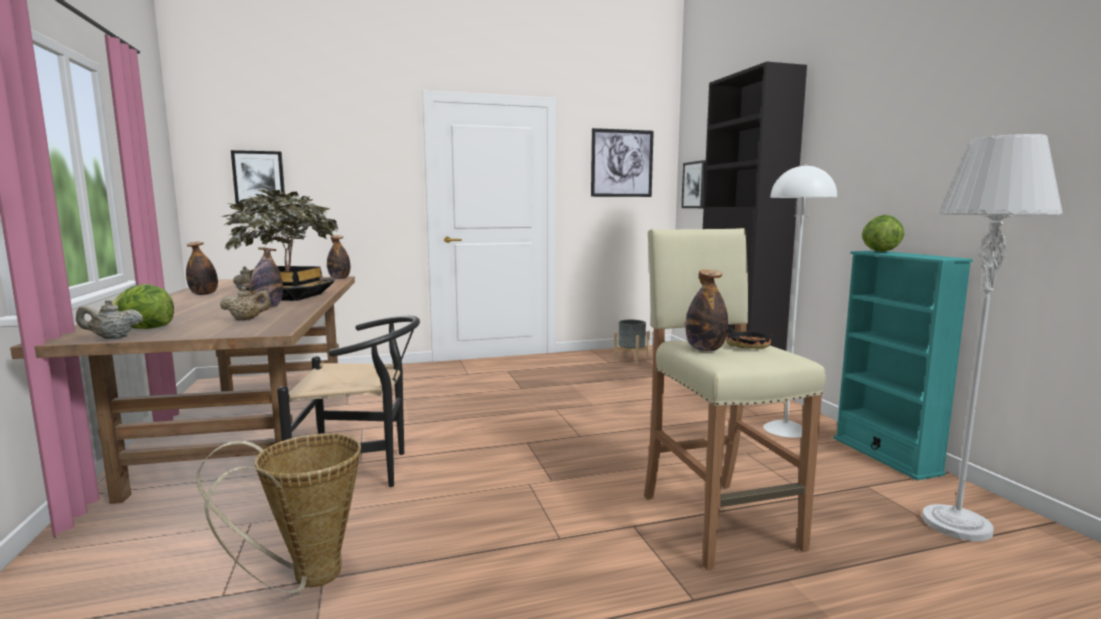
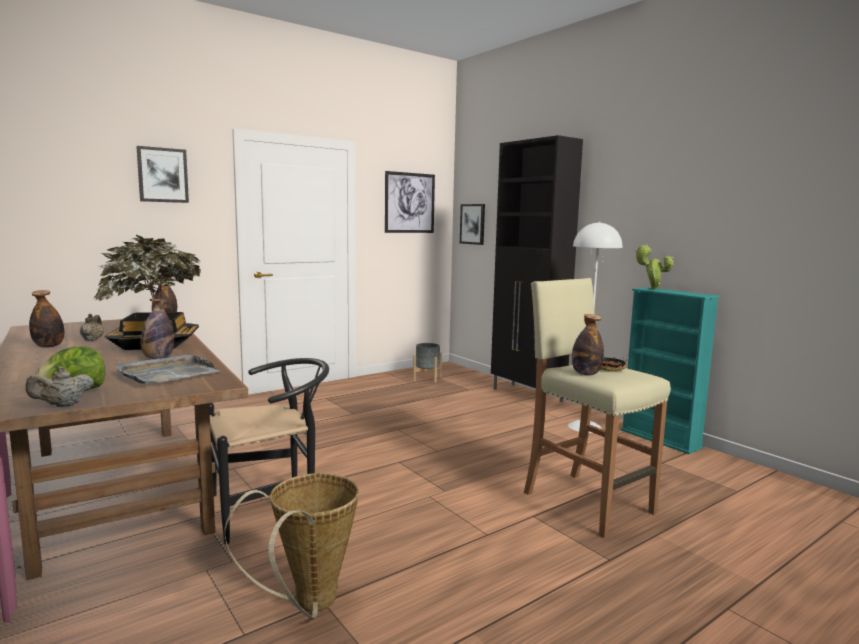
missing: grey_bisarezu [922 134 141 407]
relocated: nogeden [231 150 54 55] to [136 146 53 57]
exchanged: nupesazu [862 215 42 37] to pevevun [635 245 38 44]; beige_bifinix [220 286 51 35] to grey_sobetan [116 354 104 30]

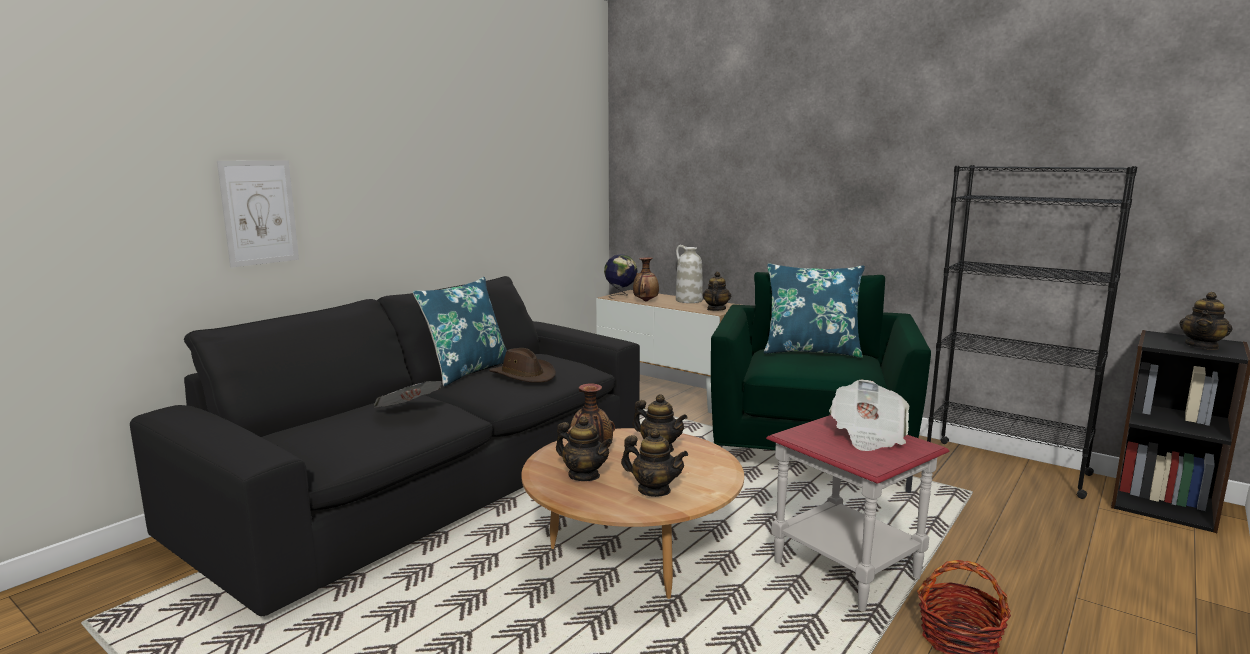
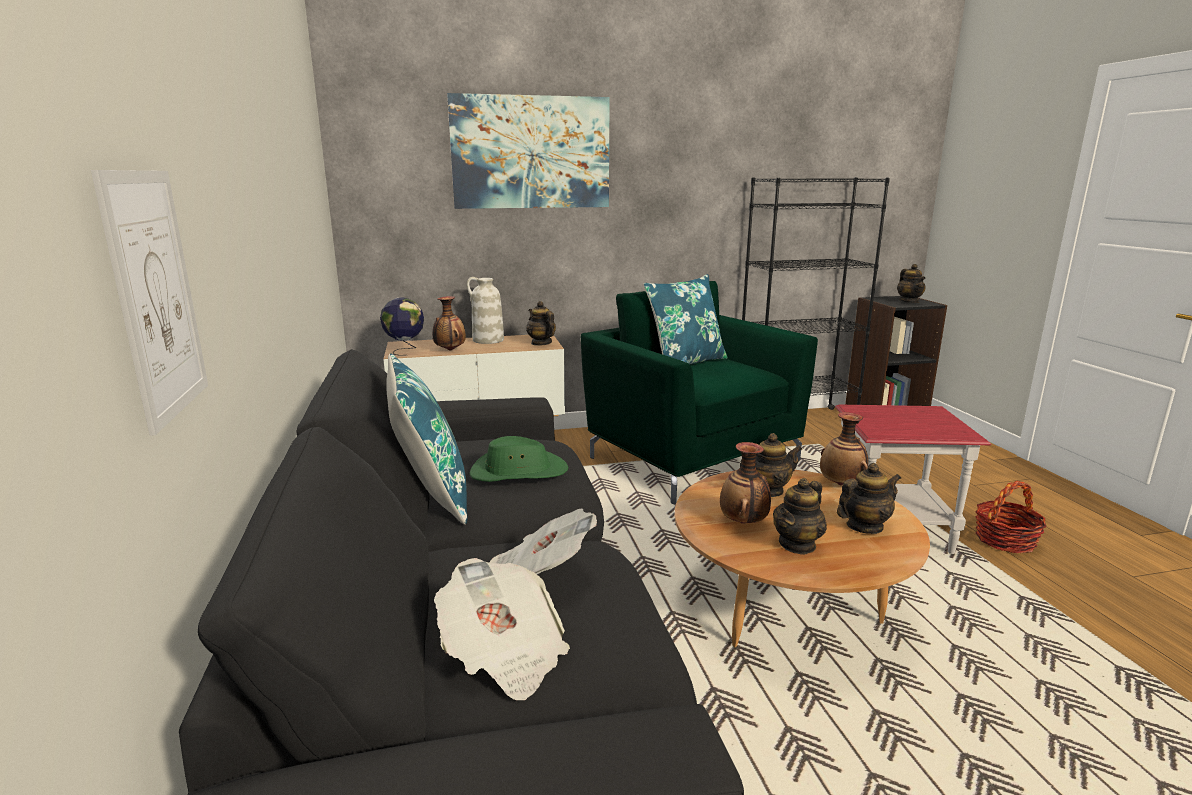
appeared: nogeden [447 93 163 116]; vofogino [820 412 48 73]
relocated: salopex [829 380 80 71] to [434 558 136 142]
colour: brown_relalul [489 348 67 35] to green_relalul [470 436 99 46]
spun: bifinix [556 416 56 65] = [773 478 54 77] 150 degrees clockwise

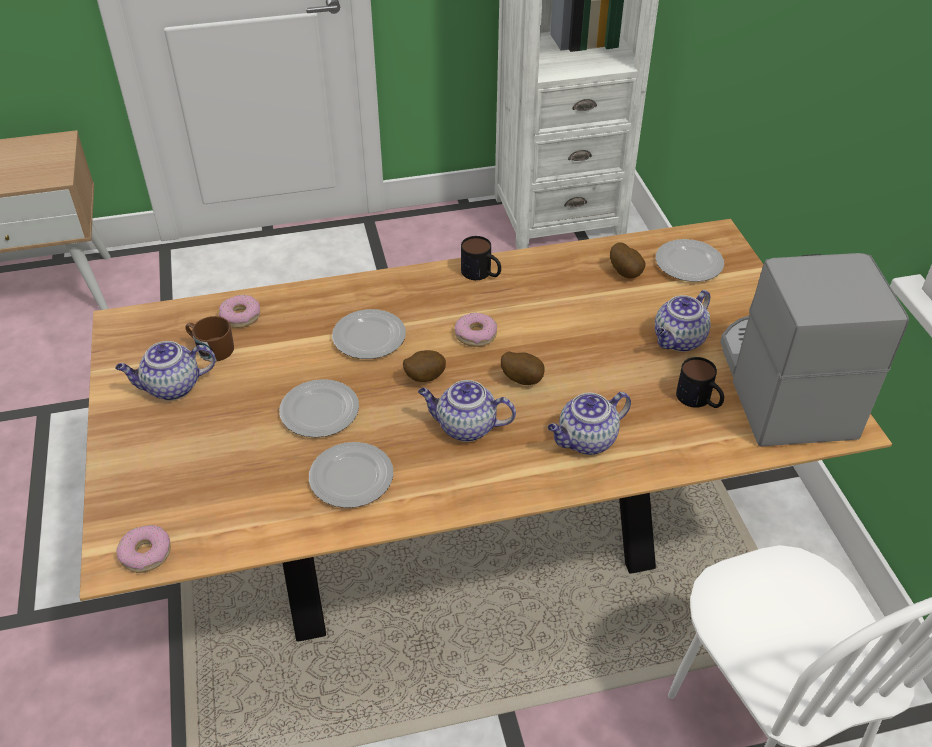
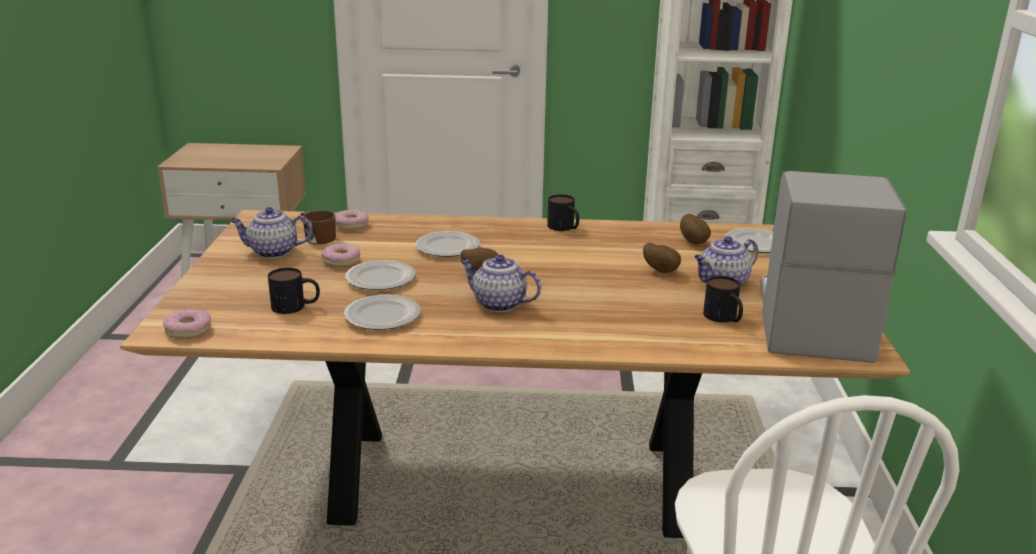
missing: bifinix [548 392 83 63]
appeared: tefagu [268 268 52 46]
relocated: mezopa [455 313 42 34] to [321 243 39 24]; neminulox [501 351 43 34] to [643 243 38 30]

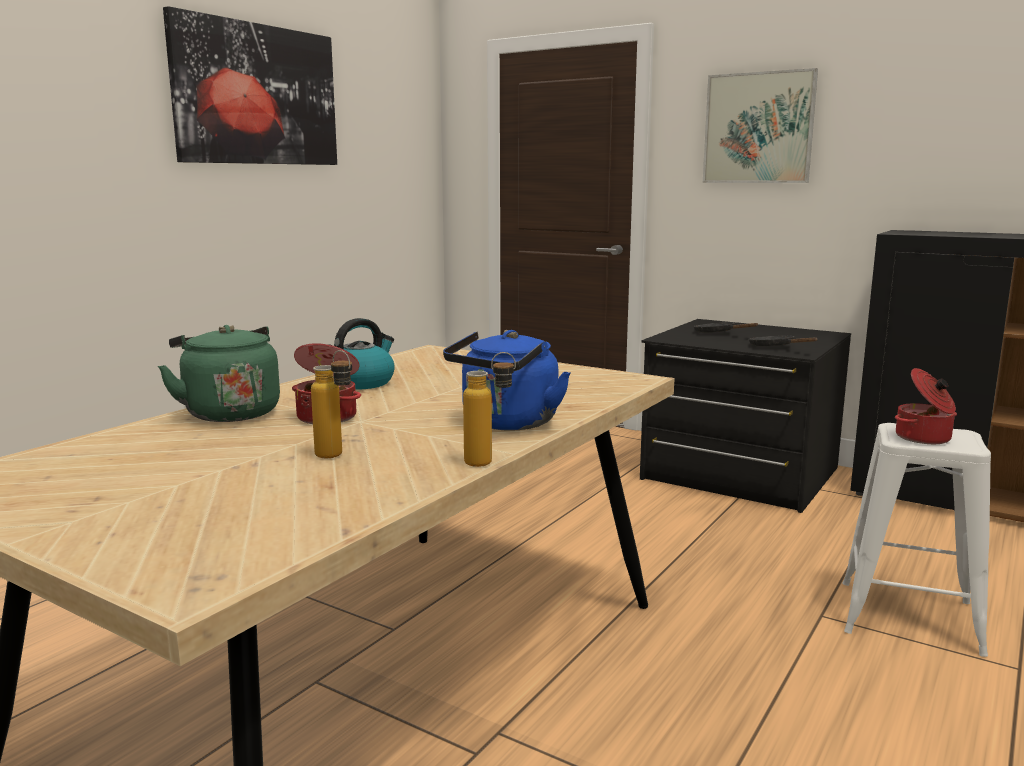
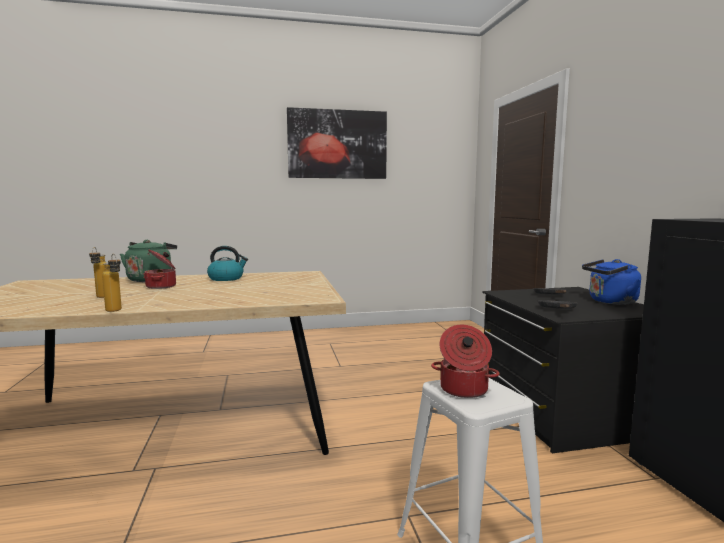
missing: nogeden [703 68 115 115]
relocated: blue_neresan [443 330 127 100] to [582 259 59 46]

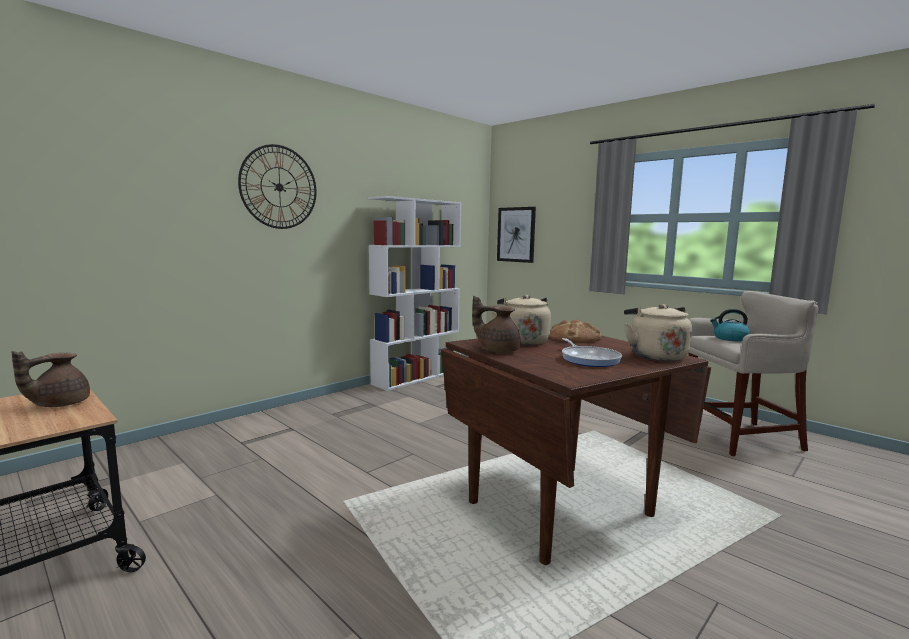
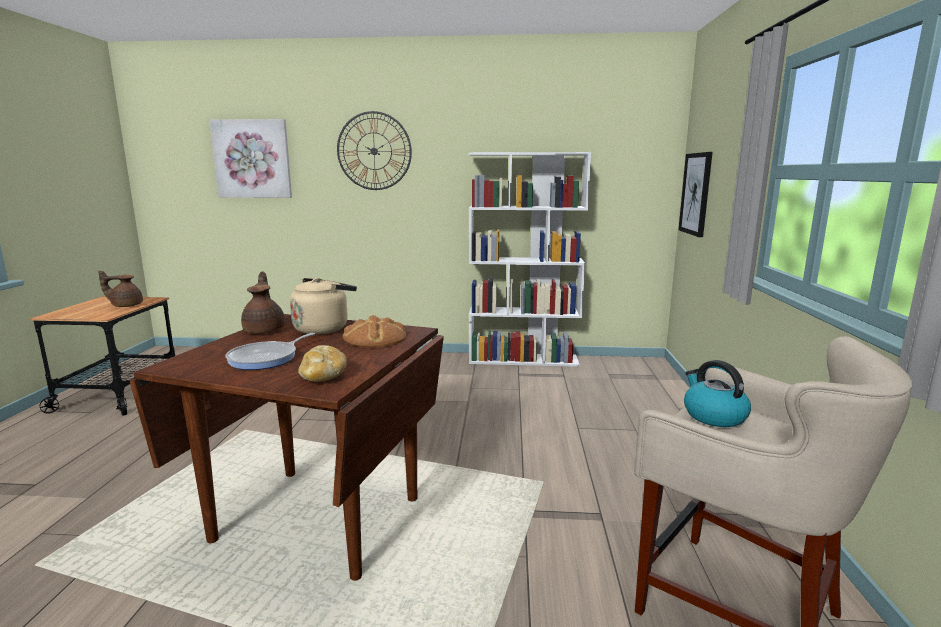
appeared: nogeden [209 119 83 79]
exchanged: beige_neresan [624 304 68 57] to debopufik [298 345 49 37]

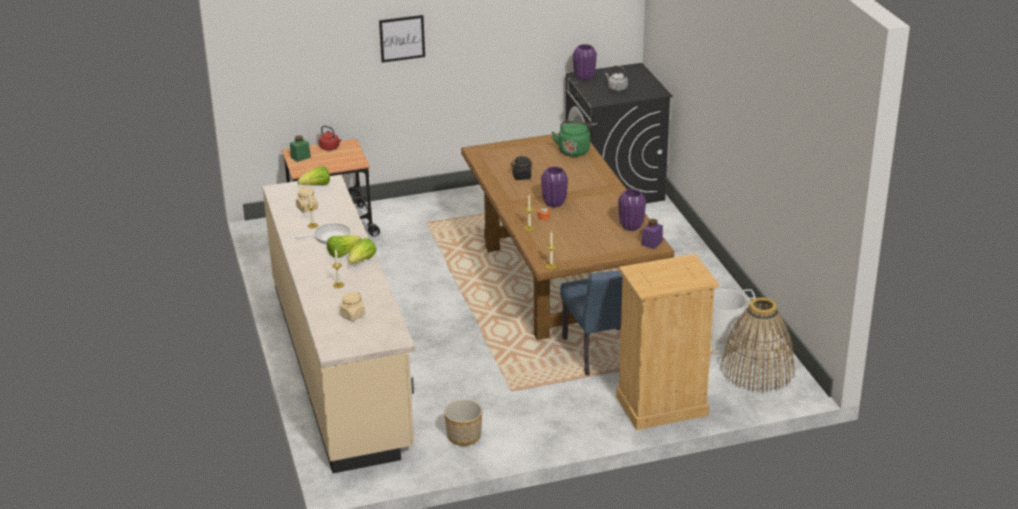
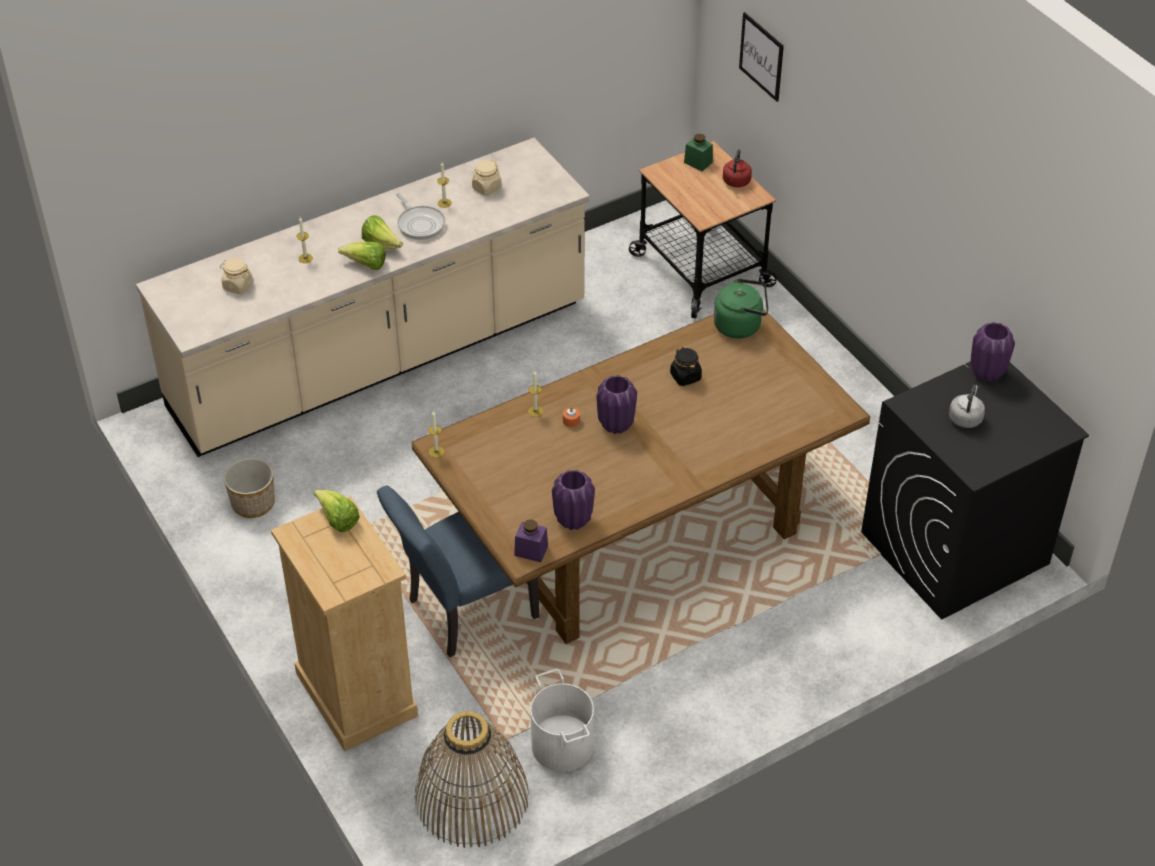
relocated: nogeden [379 15 46 48] to [739 12 45 90]; green_neresan [552 121 40 36] to [713 278 55 60]; nupesazu [297 166 33 19] to [314 490 46 42]

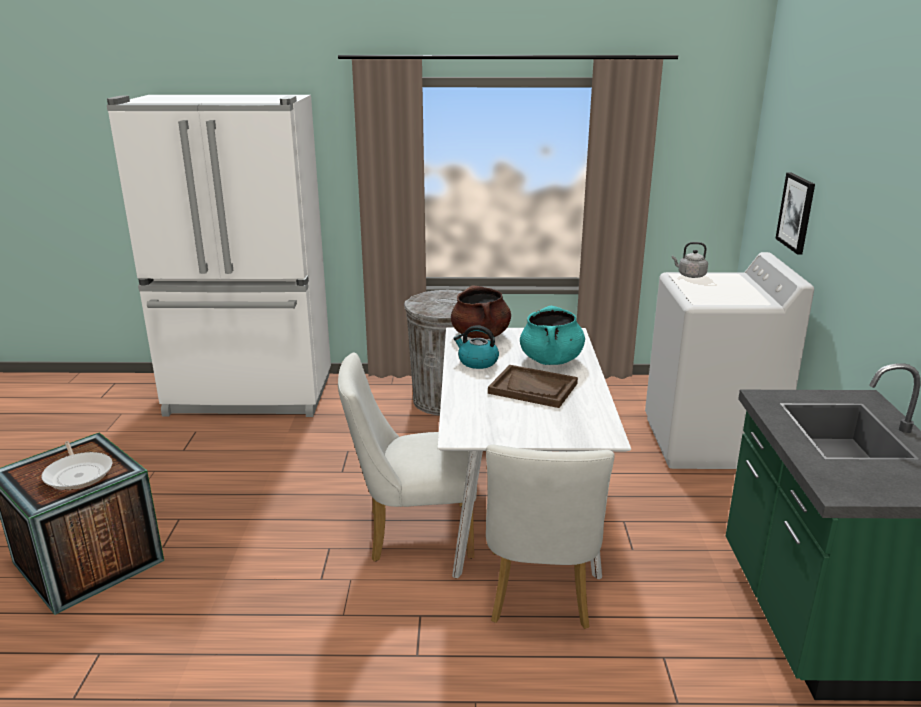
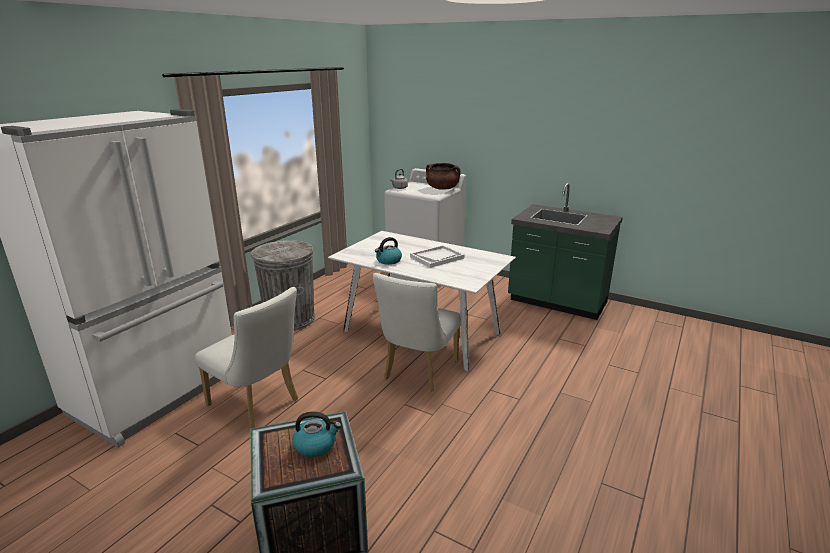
missing: nogeden [775 173 40 81]; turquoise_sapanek [520 306 65 59]
relocated: brown_sapanek [451 286 60 53] to [426 163 34 27]; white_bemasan [486 444 129 185] to [195 287 103 141]
exchanged: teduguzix [41 441 71 49] to neresan [292 411 49 46]
colour: brown_sobetan [488 365 90 43] to white_sobetan [410 245 55 23]

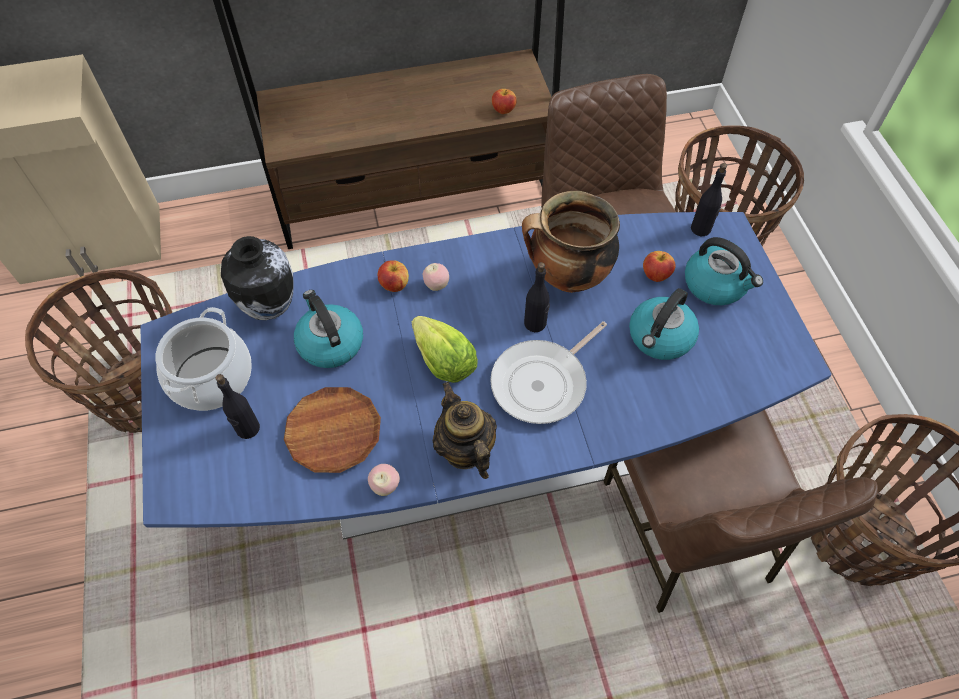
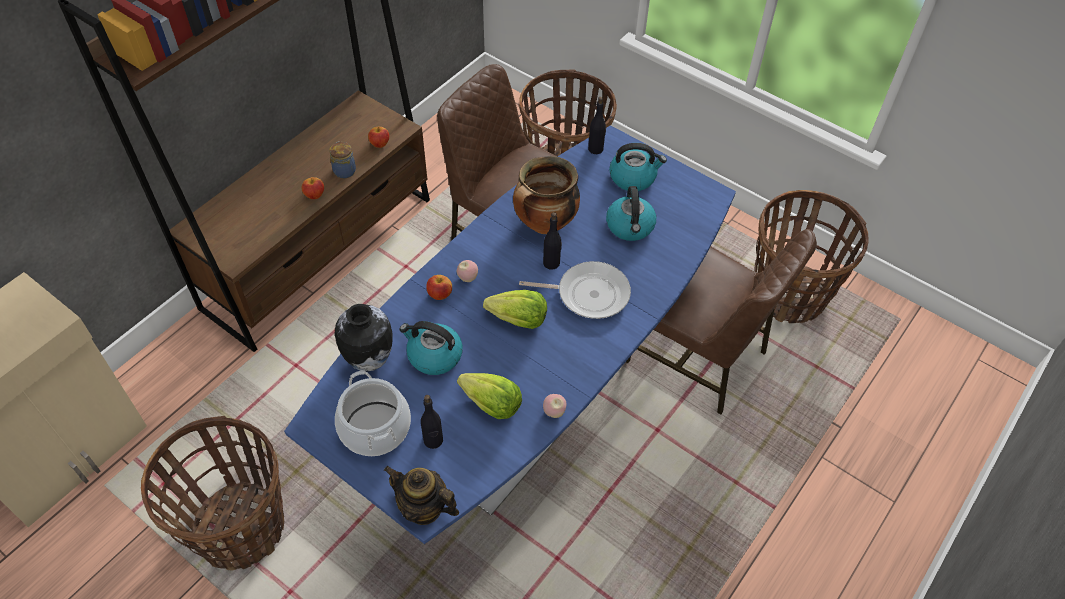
appeared: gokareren [329 141 27 38]
relocated: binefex [643 251 33 31] to [302 177 22 22]; bifinix [433 382 64 97] to [384 466 75 59]
exchanged: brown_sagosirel [284 387 97 86] to nupesazu [457 373 65 46]
spun: teduguzix [490 321 117 103] = [519 261 112 58] 90 degrees counterclockwise

